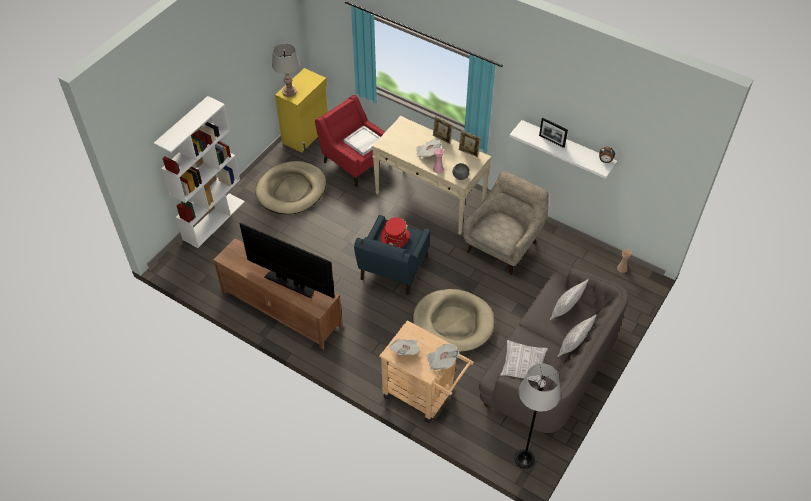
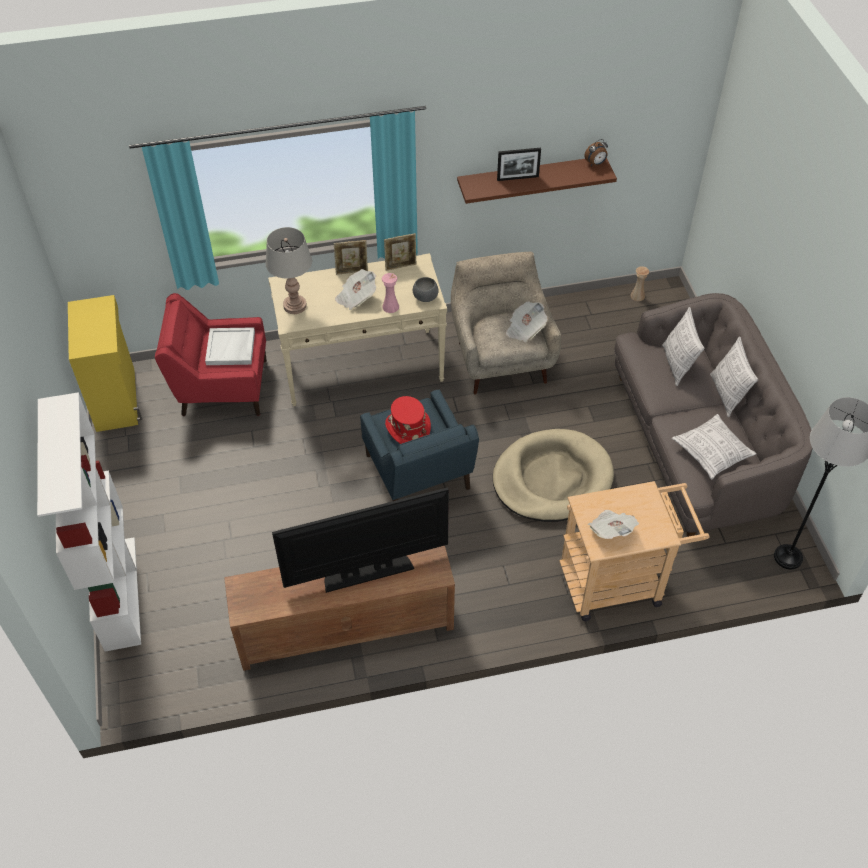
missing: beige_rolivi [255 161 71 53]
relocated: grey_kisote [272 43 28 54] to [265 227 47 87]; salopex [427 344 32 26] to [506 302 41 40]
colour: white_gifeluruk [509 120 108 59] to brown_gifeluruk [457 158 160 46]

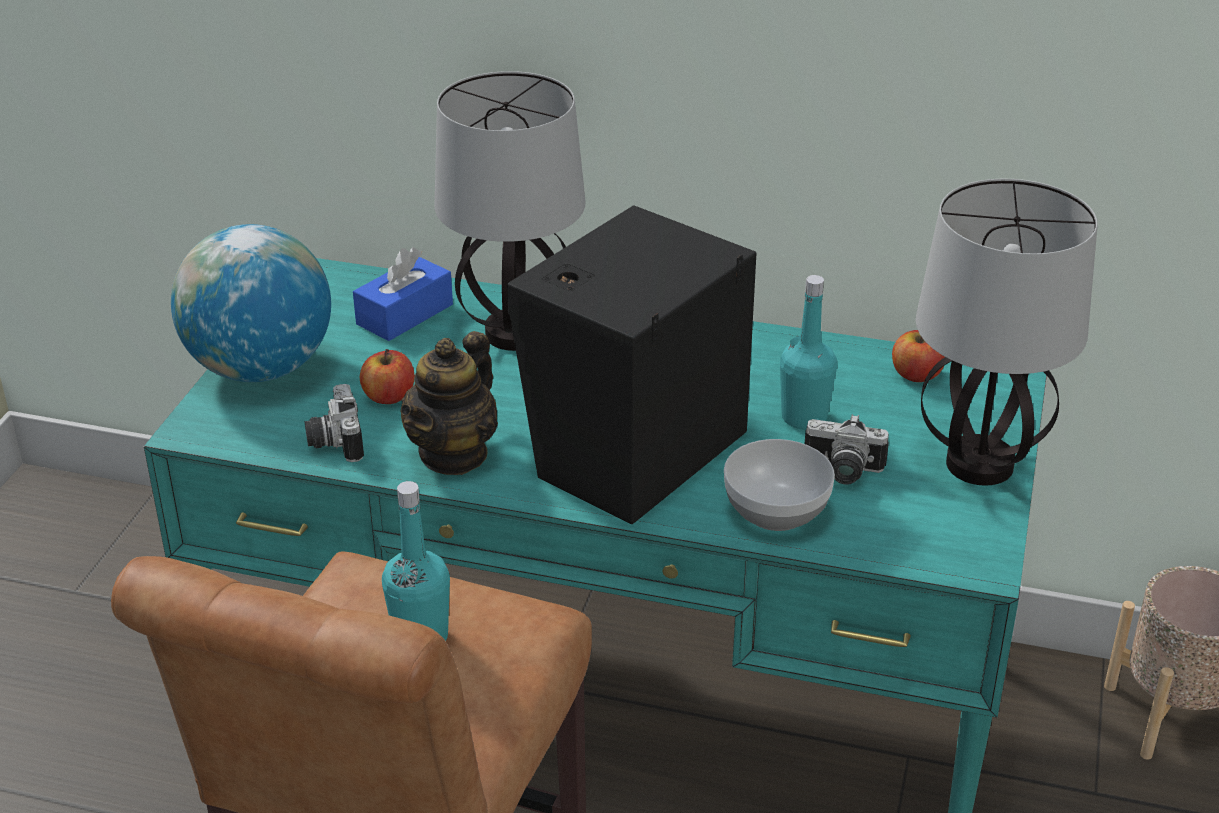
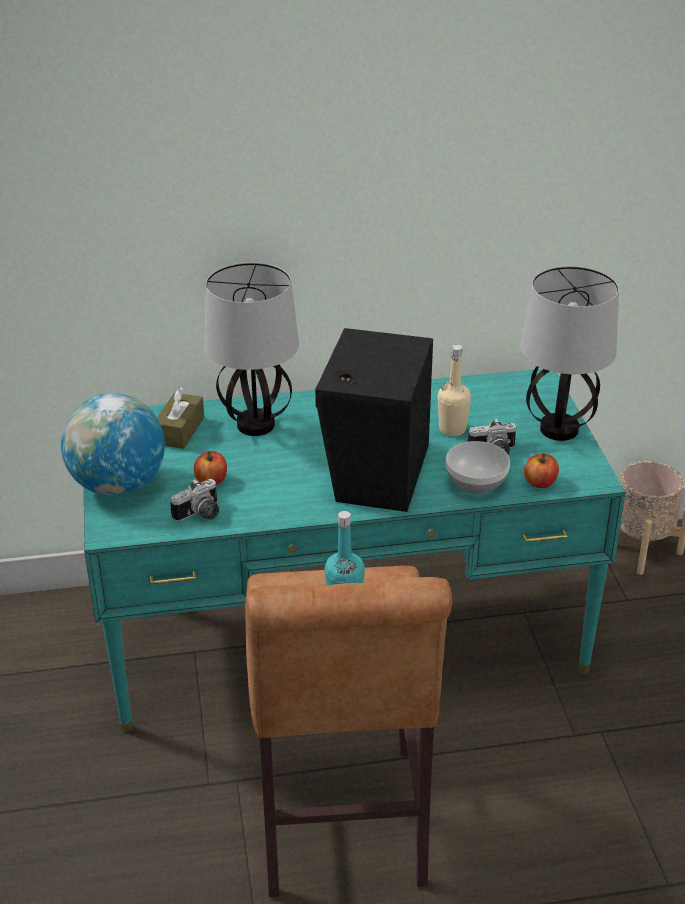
missing: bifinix [400 331 98 144]
relocated: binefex [892 330 53 52] to [524 453 35 35]
colour: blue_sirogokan [353 247 100 94] to brown_sirogokan [157 387 47 62]; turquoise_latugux [780 275 57 154] to beige_latugux [438 345 33 91]
spun: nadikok [305 384 59 78] = [170 479 49 43] 90 degrees counterclockwise

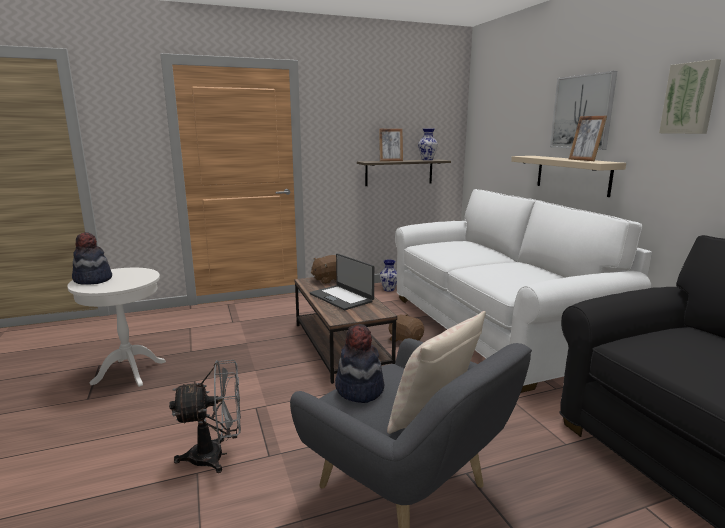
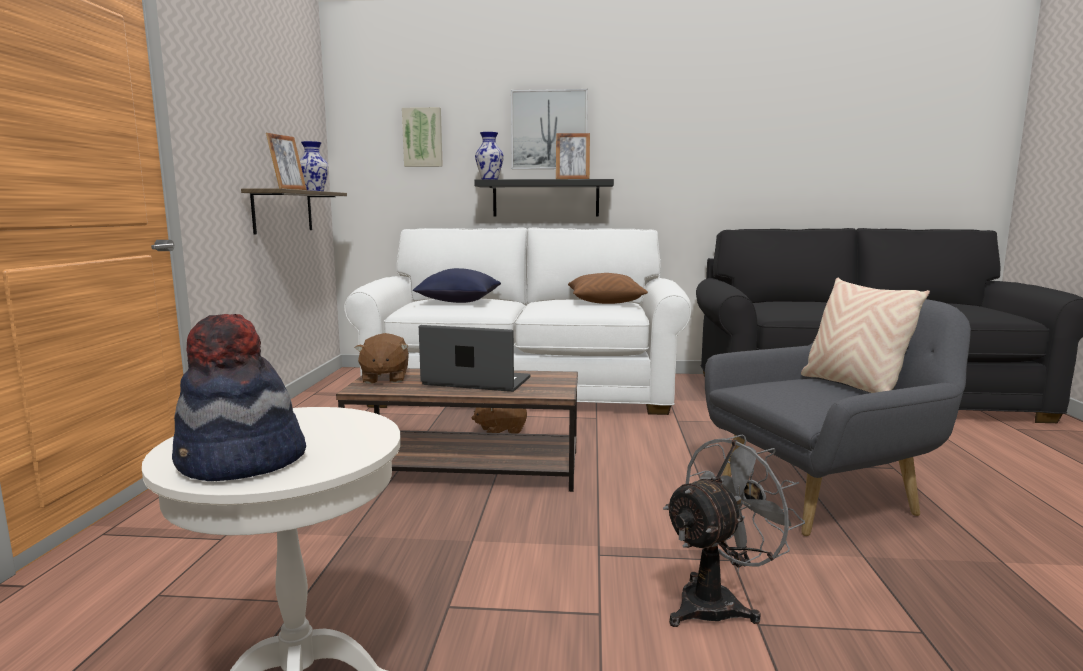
missing: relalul [335 324 50 79]
appeared: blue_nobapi [413 268 88 35]; brown_nobapi [568 273 80 31]
relocated: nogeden [659 59 62 75] to [402 107 41 60]; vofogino [380 259 17 33] to [475 132 29 47]
colour: beige_gifeluruk [511 156 115 41] to black_gifeluruk [474 179 140 37]
spun: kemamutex [309 254 65 56] = [419 325 112 67] 150 degrees counterclockwise; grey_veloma [169 360 72 113] = [663 434 142 193] 45 degrees clockwise

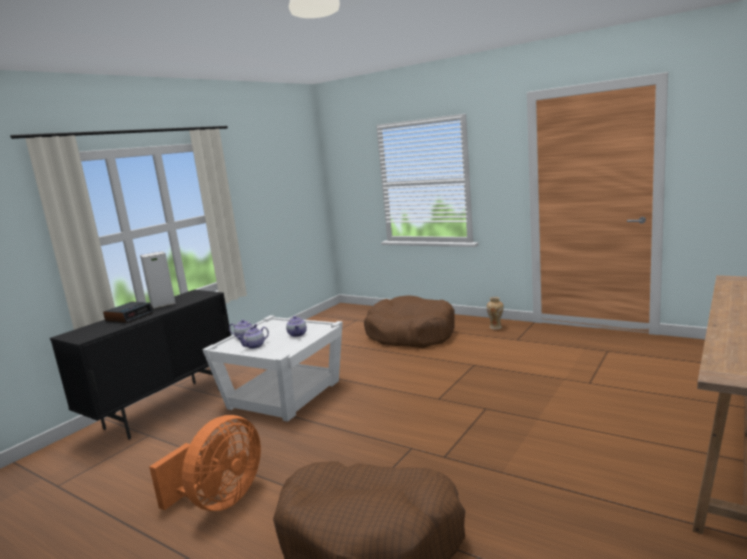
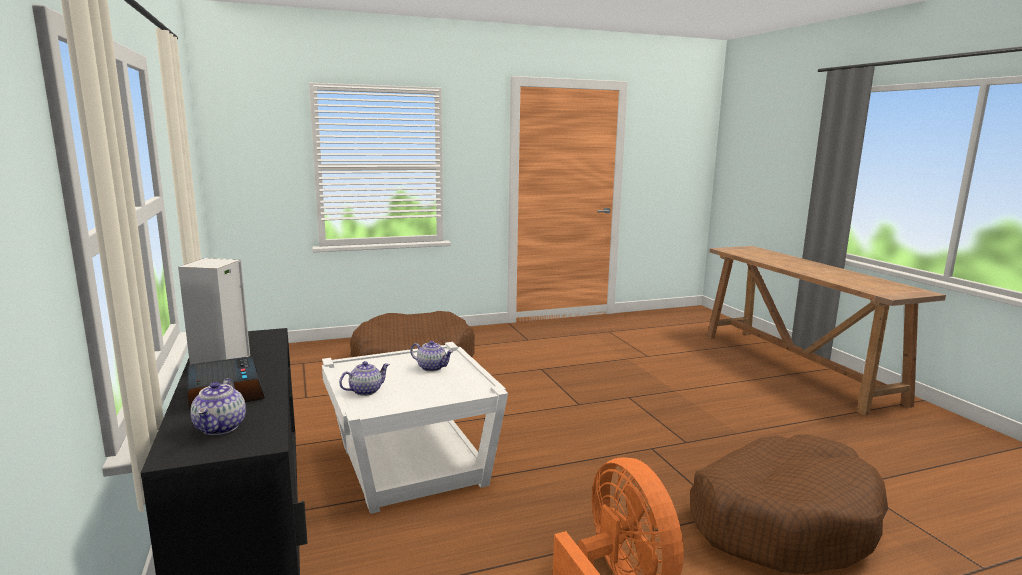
missing: vofogino [487 297 17 33]
relocated: bifinix [237 327 32 22] to [190 378 56 57]

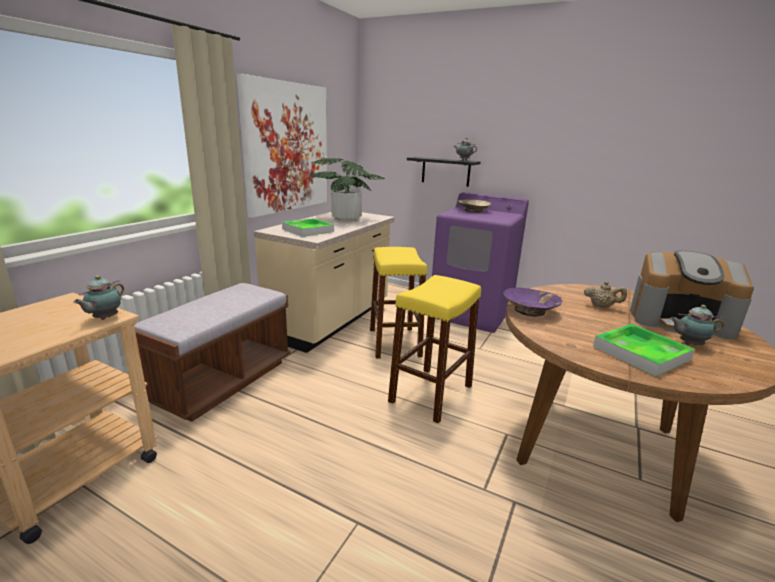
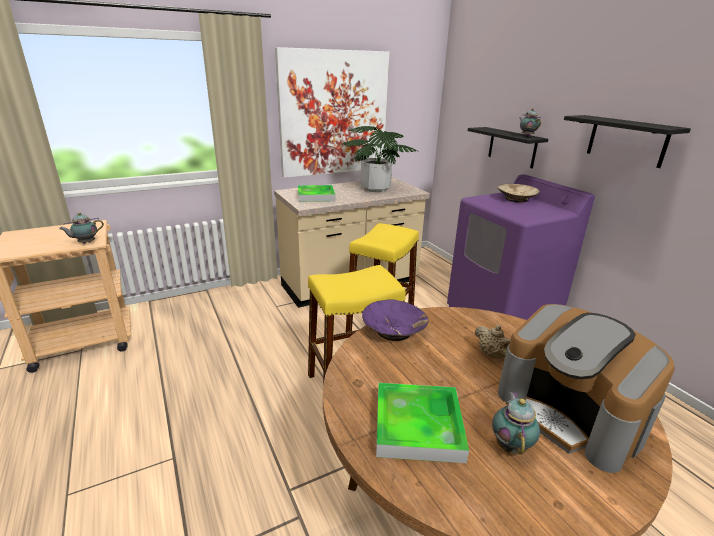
missing: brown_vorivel [134 283 157 139]
appeared: black_gifeluruk [564 115 127 53]
spun: bifinix [670 305 55 40] = [492 392 48 62] 60 degrees clockwise

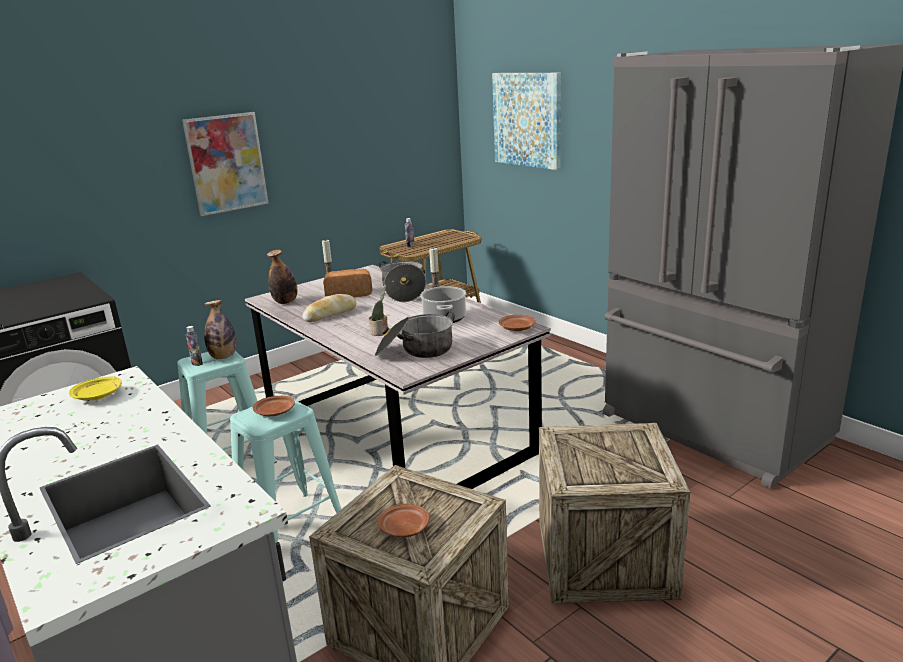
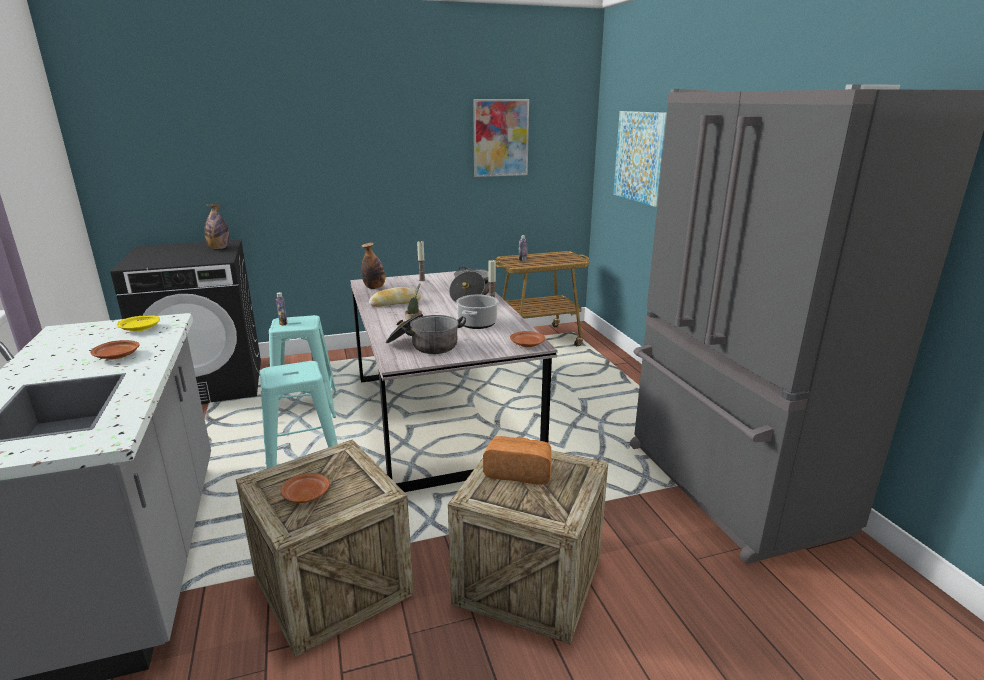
relocated: nogeden [182 112 87 104] to [473 99 56 78]; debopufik [323 269 49 28] to [483 436 68 49]; latugux [204 300 33 59] to [204 204 26 45]; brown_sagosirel [253 396 42 20] to [90 340 50 20]

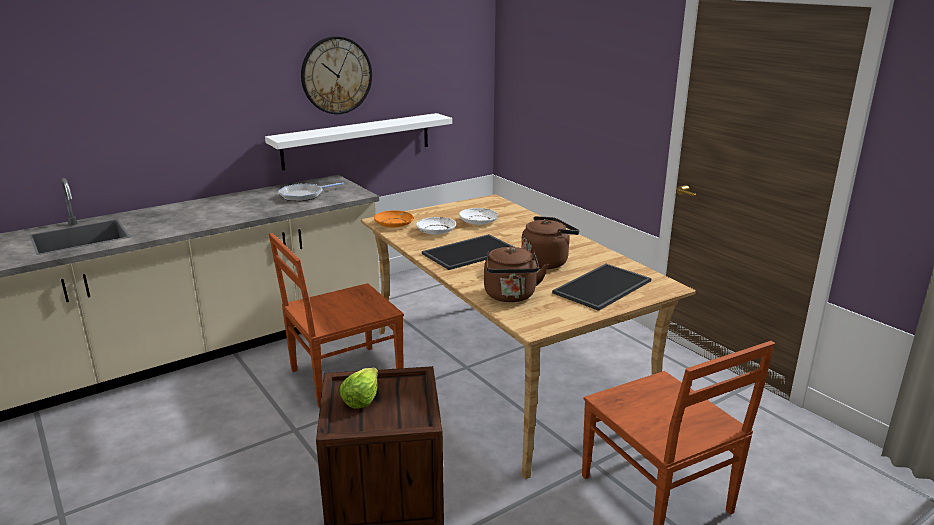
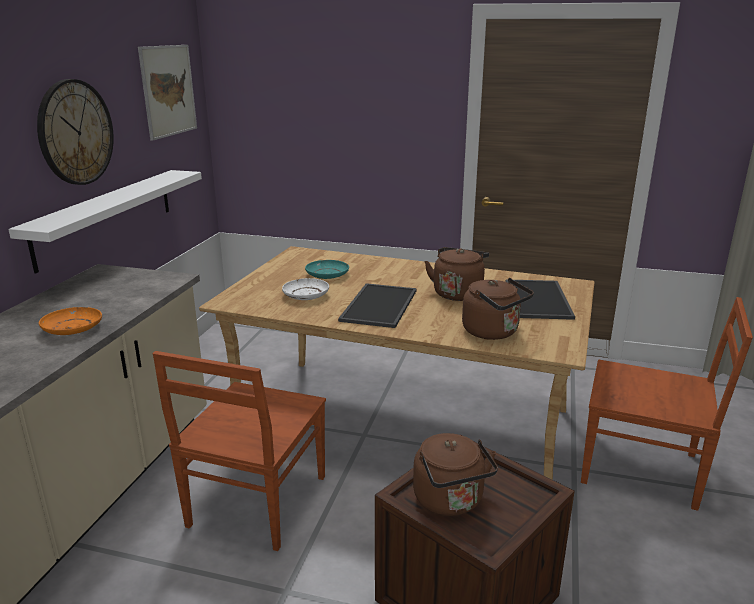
missing: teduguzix [278 182 66 19]
appeared: nogeden [138 45 59 96]
relocated: orange_sagosirel [374 210 39 18] to [39 307 63 28]
exchanged: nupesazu [339 368 39 41] to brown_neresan [413 433 85 83]
colour: white_sagosirel [459 208 39 17] to turquoise_sagosirel [305 260 44 19]

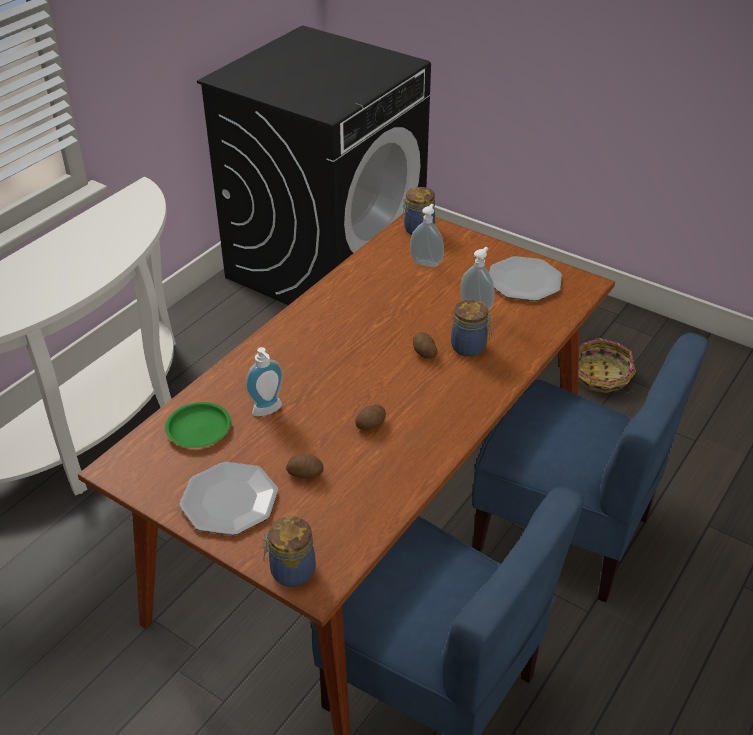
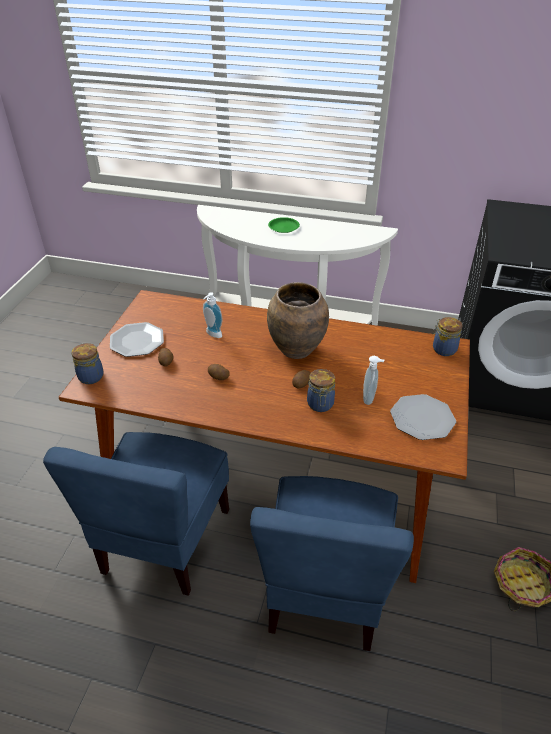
missing: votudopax [410 204 34 63]
appeared: brown_vofogino [267 282 62 77]
relocated: green_sagosirel [165 402 66 46] to [268 217 32 16]

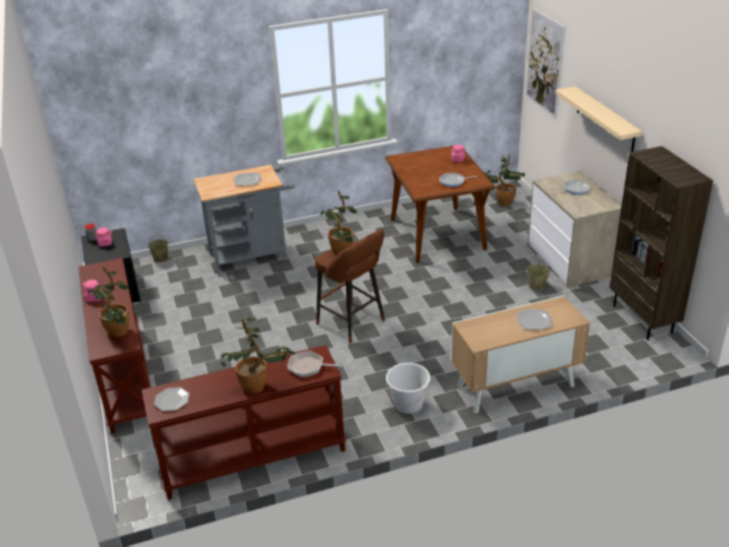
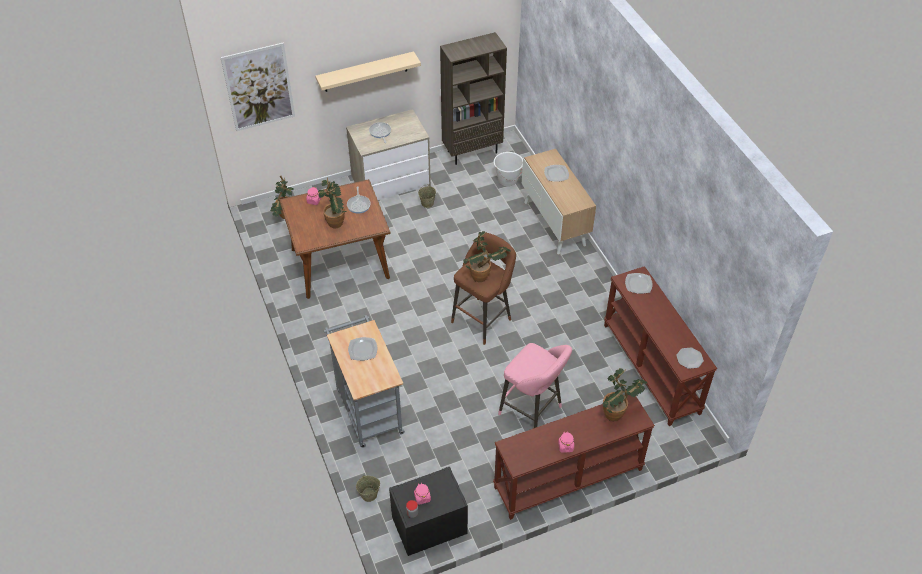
appeared: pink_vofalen [498 343 74 85]
relocated: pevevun [220 317 75 77] to [318 177 29 51]; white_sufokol [386 363 44 51] to [494 152 29 35]
exchanged: teduguzix [287 350 58 27] to sagosirel [625 273 28 21]

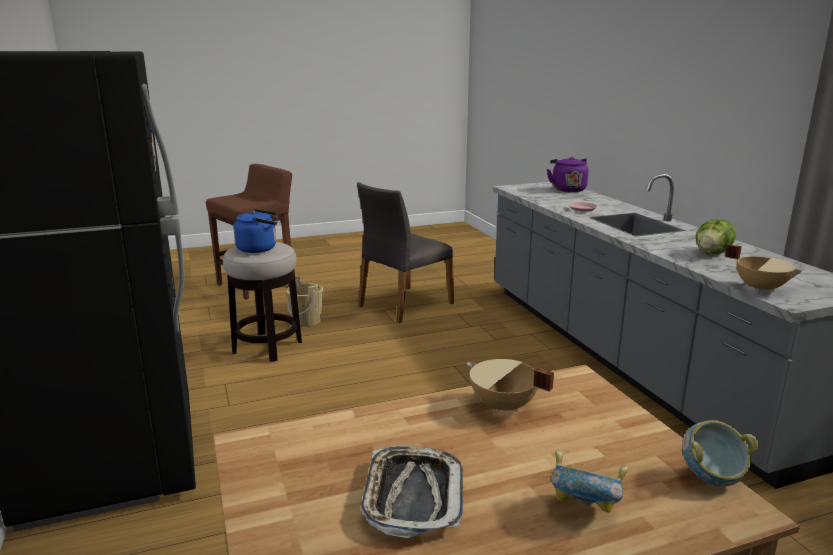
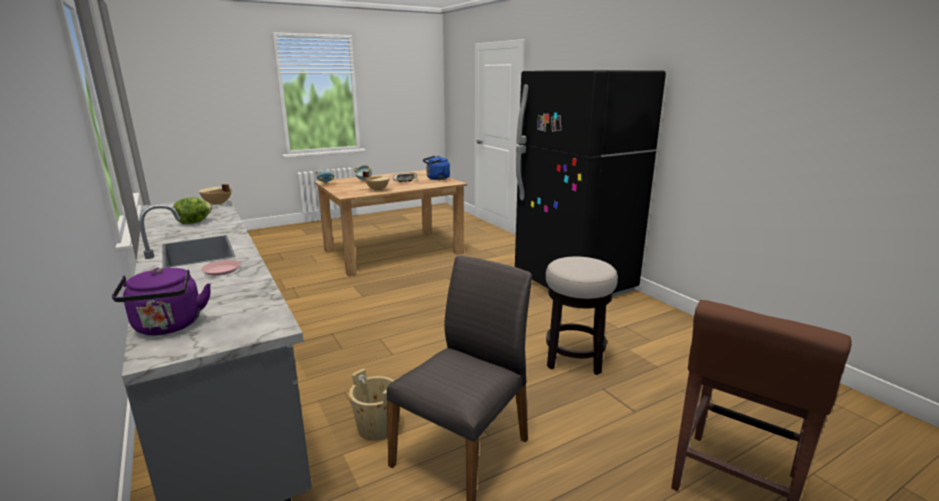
relocated: blue_neresan [234 209 44 44] to [423 156 27 24]; beige_sufokol [286 276 37 51] to [349 369 51 72]

